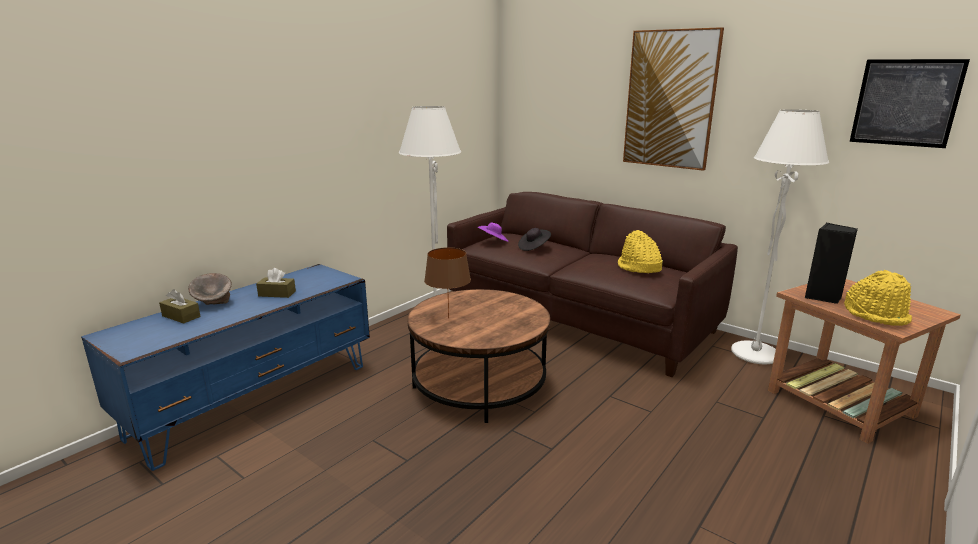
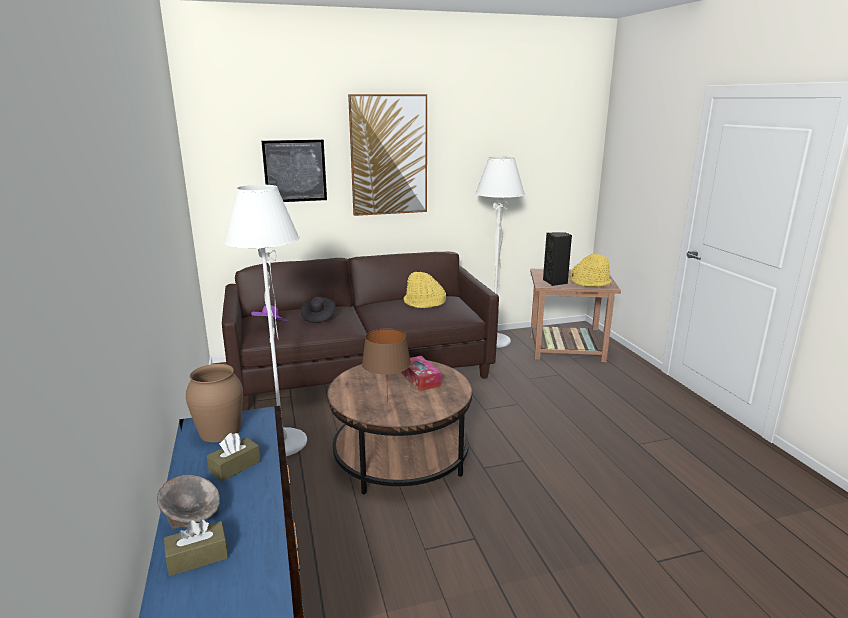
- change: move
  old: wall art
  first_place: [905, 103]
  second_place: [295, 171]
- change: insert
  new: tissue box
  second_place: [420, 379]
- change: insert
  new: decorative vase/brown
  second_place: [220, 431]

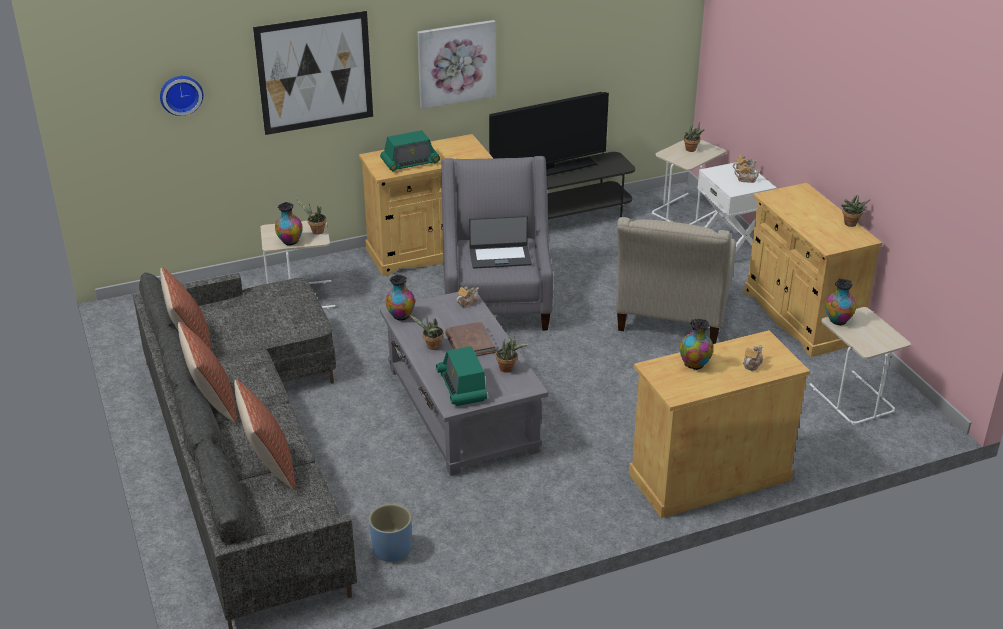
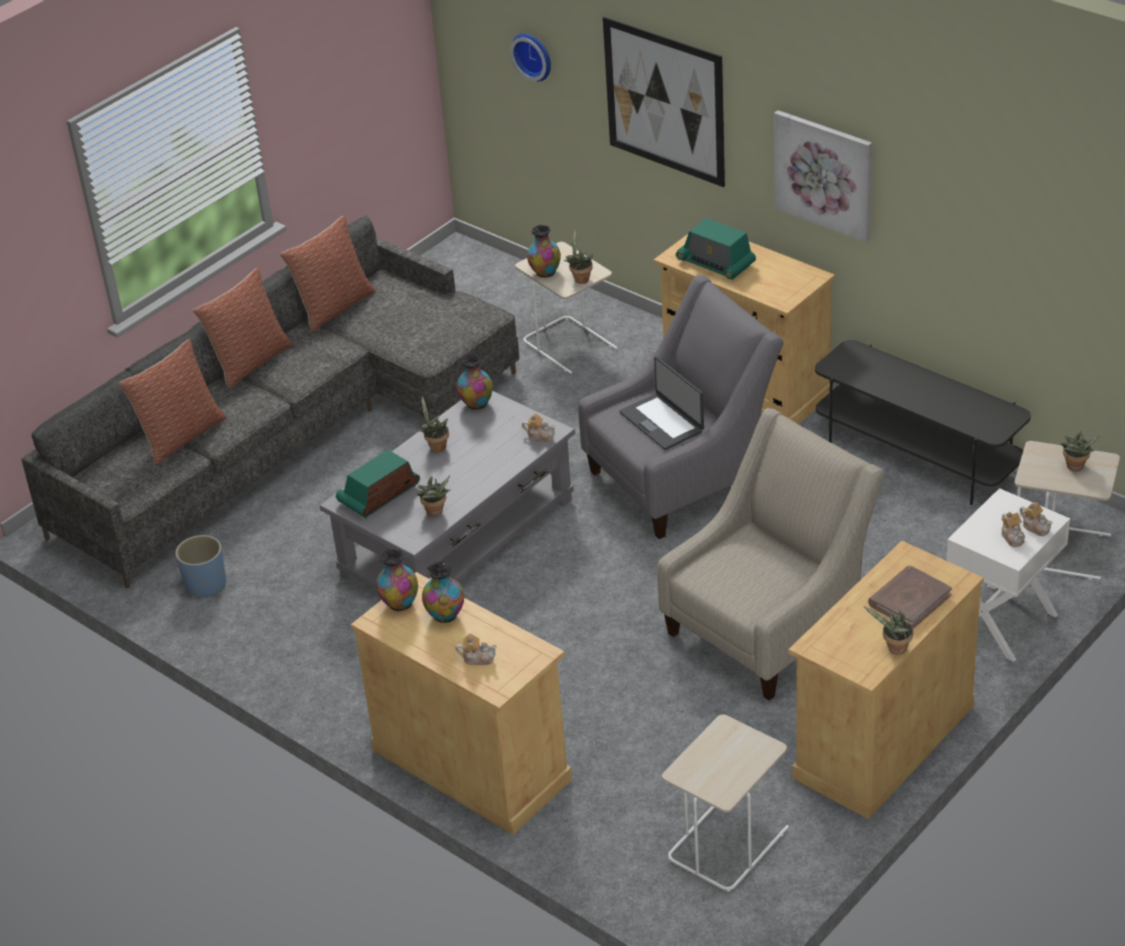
- change: delete
  old: television
  first_place: [547, 171]
- change: rotate
  old: easy chair/sand-coloured
  first_place: [671, 320]
  second_place: [769, 628]
  degrees: 150
- change: move
  old: decorative vase
  first_place: [837, 321]
  second_place: [399, 603]
- change: move
  old: volume/brown
  first_place: [469, 343]
  second_place: [909, 600]

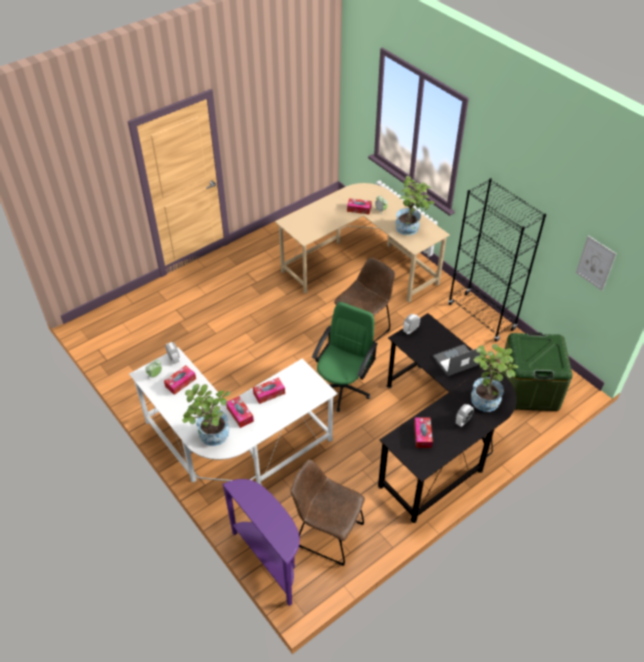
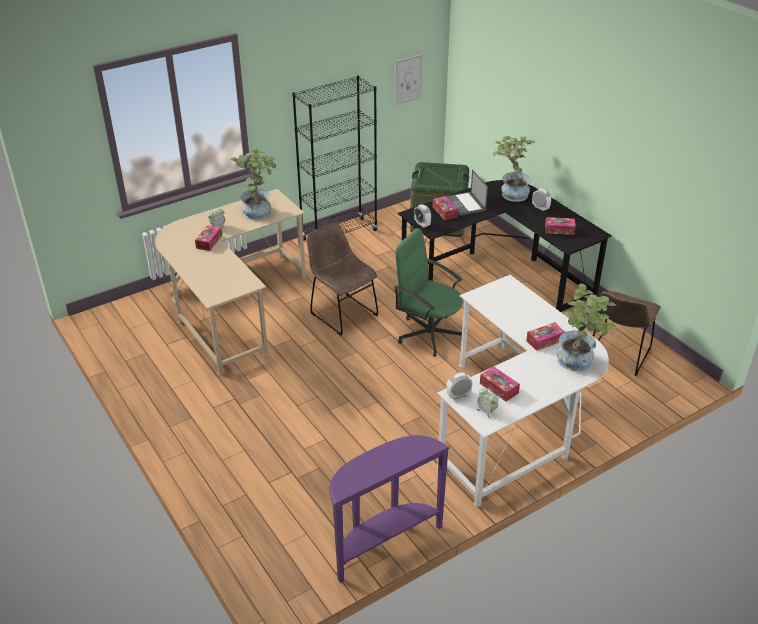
- change: move
  old: tissue box
  first_place: [269, 393]
  second_place: [444, 212]
- change: move
  old: console table/purplish
  first_place: [270, 560]
  second_place: [383, 543]

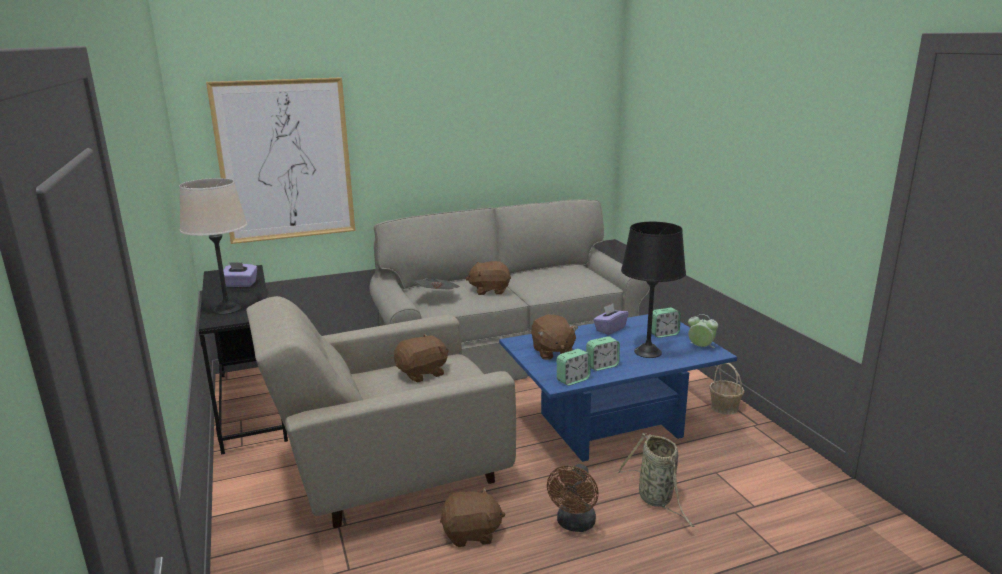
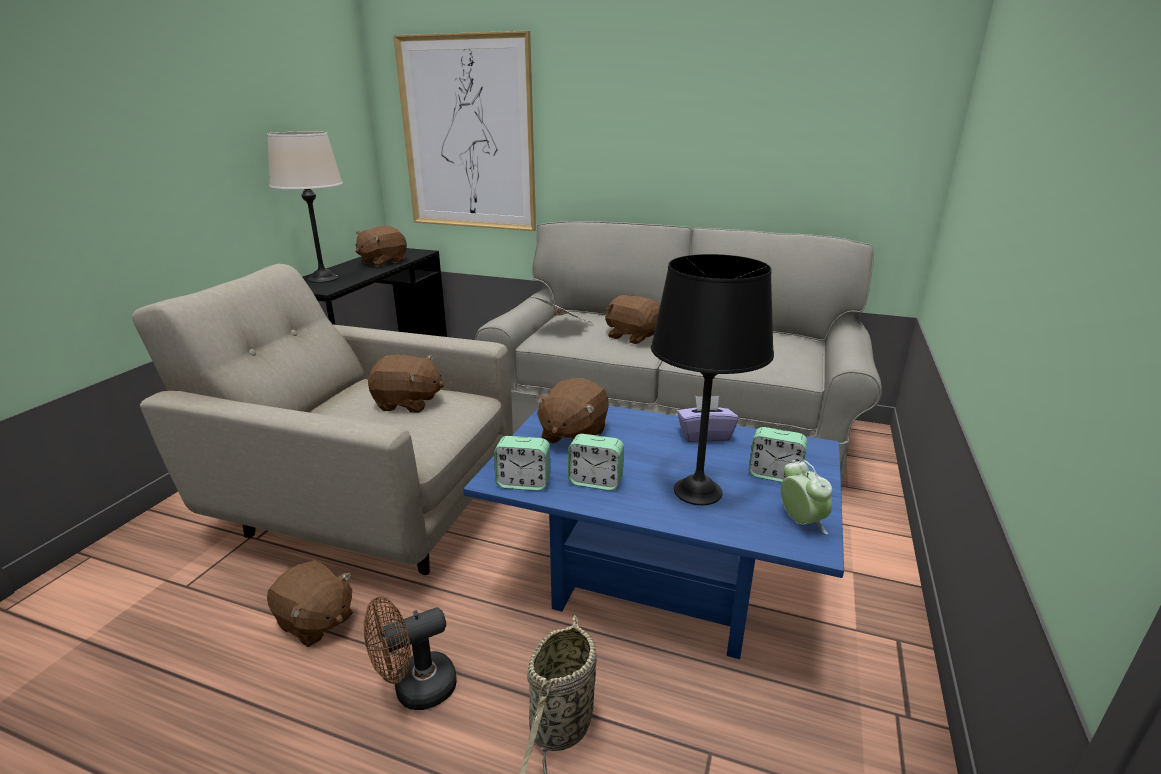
- change: replace
  old: tissue box/purplish
  new: soft toy/brown
  first_place: [240, 284]
  second_place: [382, 262]
- change: delete
  old: storage basket
  first_place: [724, 407]

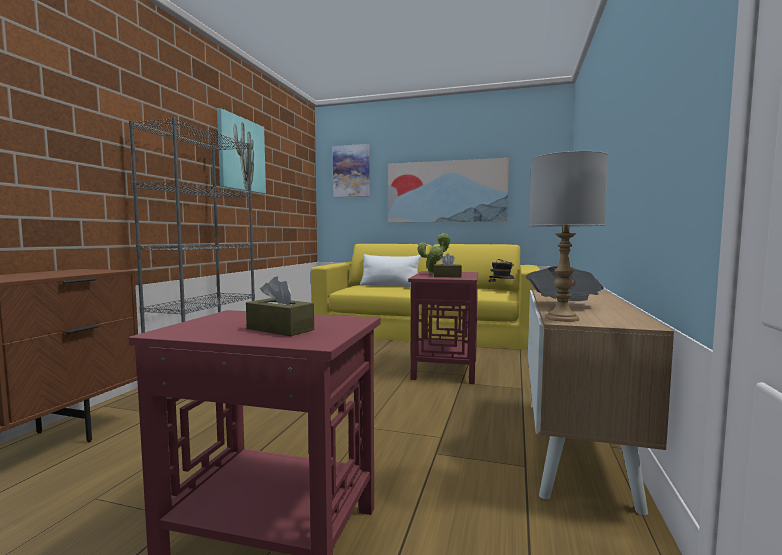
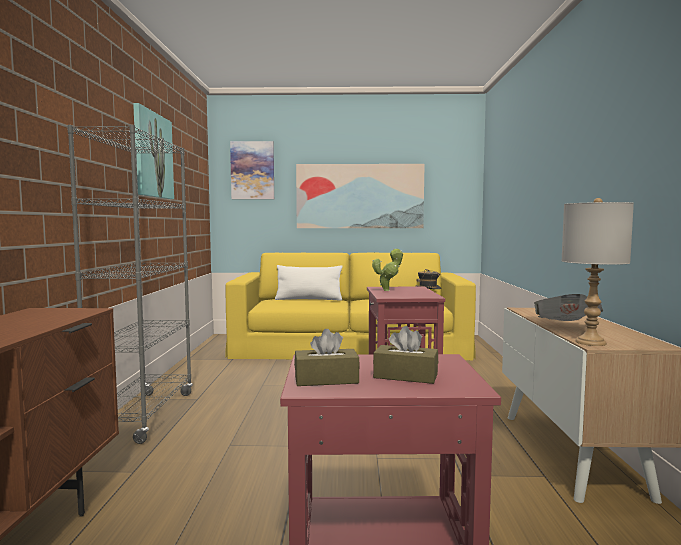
- change: move
  old: tissue box/brown
  first_place: [447, 276]
  second_place: [326, 379]

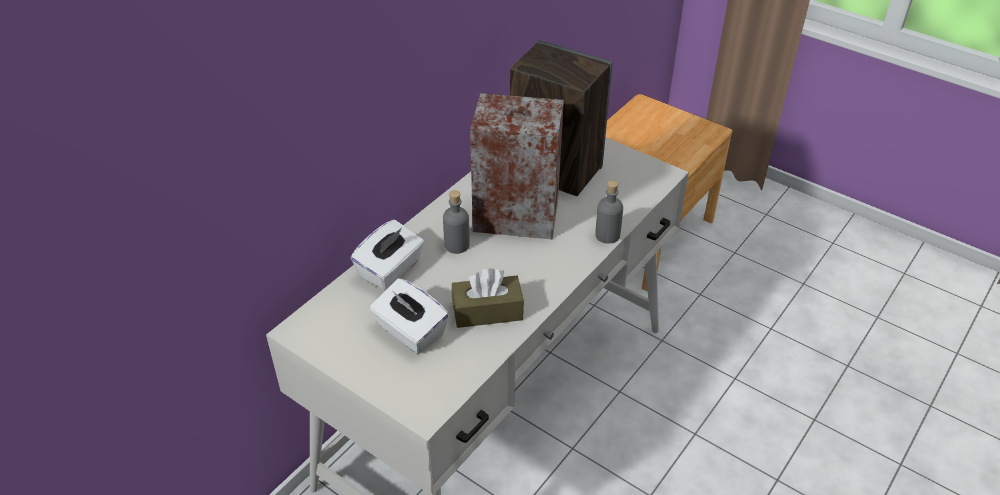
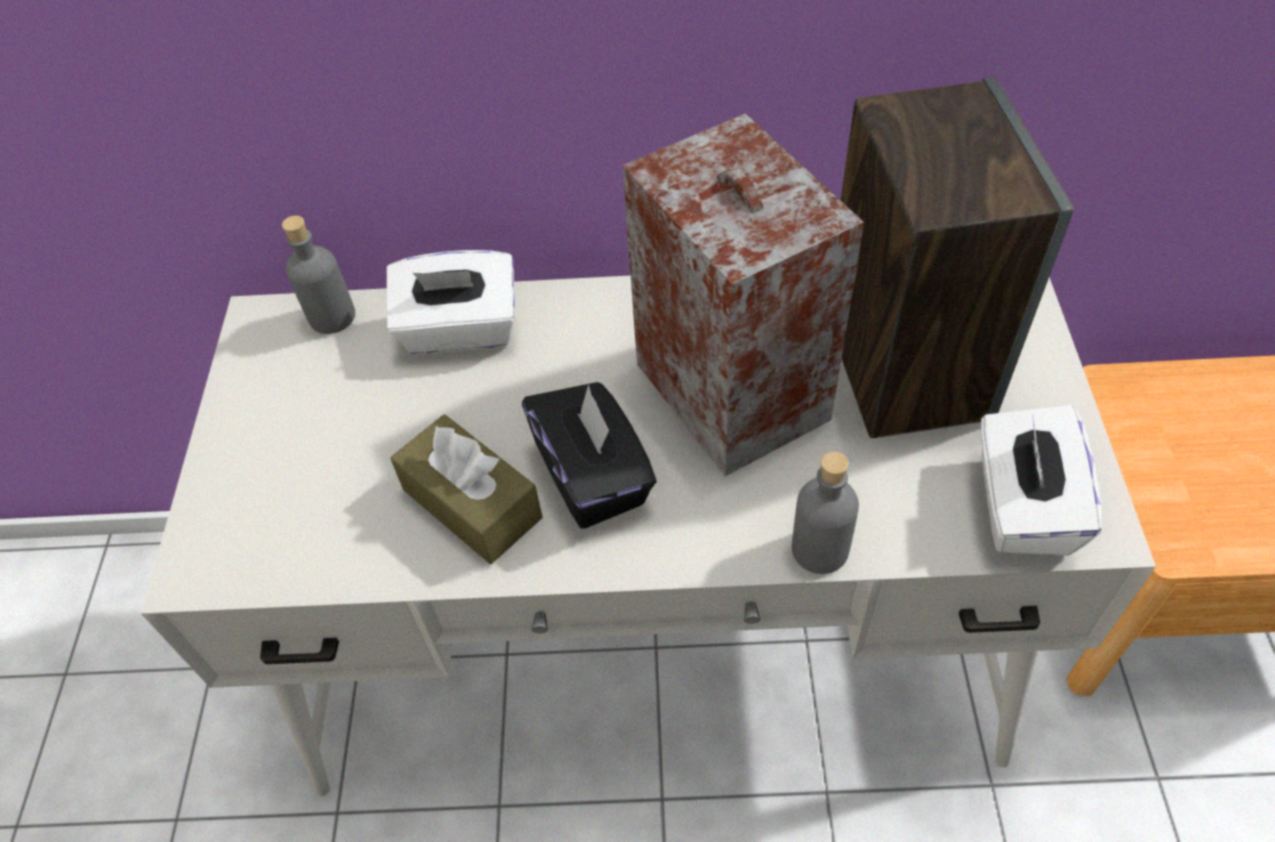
- change: move
  old: bottle/gray
  first_place: [457, 245]
  second_place: [332, 317]
- change: move
  old: tissue box/whitish
  first_place: [410, 332]
  second_place: [1021, 506]
- change: insert
  new: tissue box/blackish
  second_place: [593, 476]

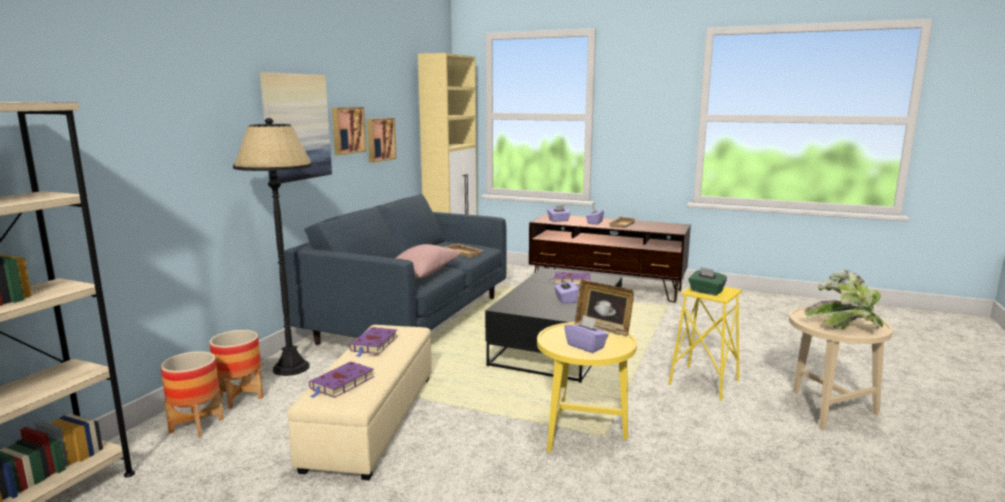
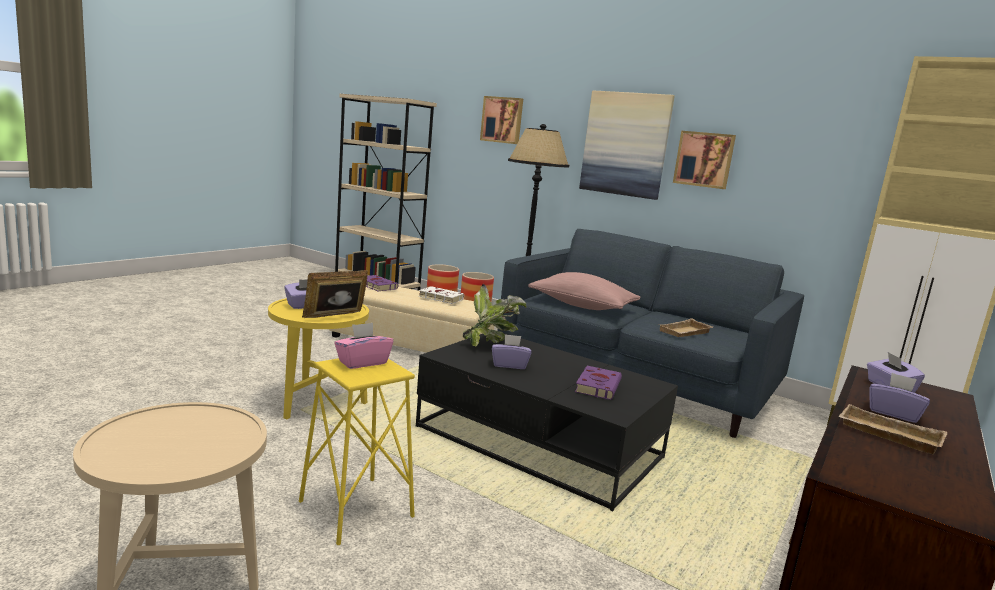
- change: move
  old: wall art
  first_place: [380, 139]
  second_place: [502, 120]
- change: recolor
  old: tissue box/green
  new: tissue box/pink
  first_place: [706, 291]
  second_place: [362, 362]
- change: move
  old: potted plant
  first_place: [844, 327]
  second_place: [490, 343]
- change: recolor
  old: volume/purplish
  new: volume/whitish
  first_place: [374, 344]
  second_place: [439, 298]

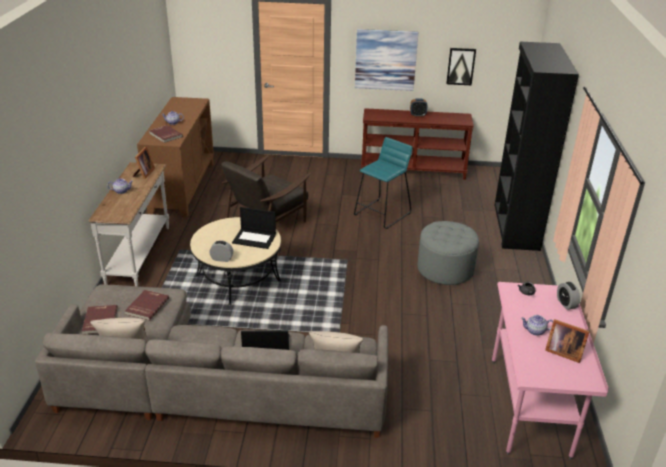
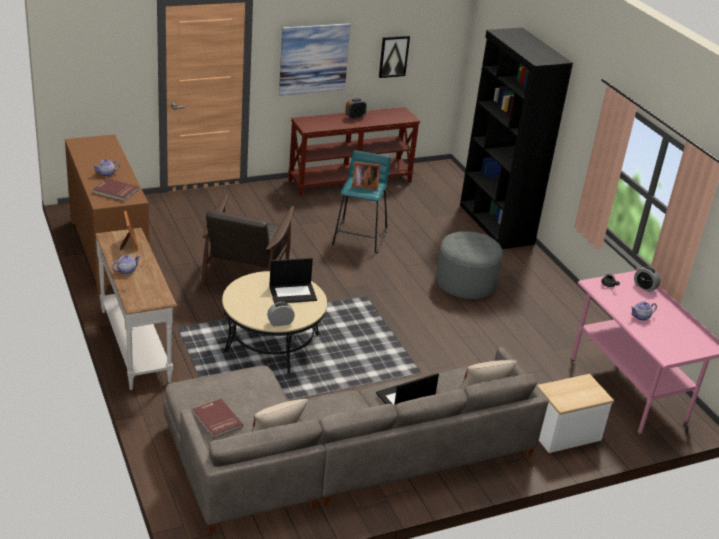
- change: delete
  old: volume/reddish
  first_place: [146, 306]
- change: move
  old: picture frame
  first_place: [562, 351]
  second_place: [364, 185]
- change: insert
  new: side table
  second_place: [564, 433]

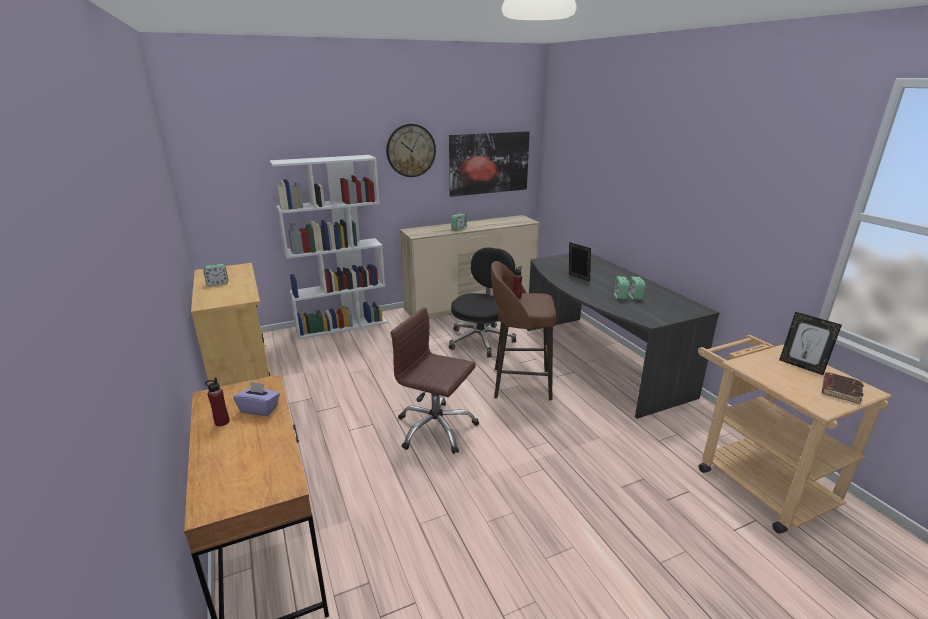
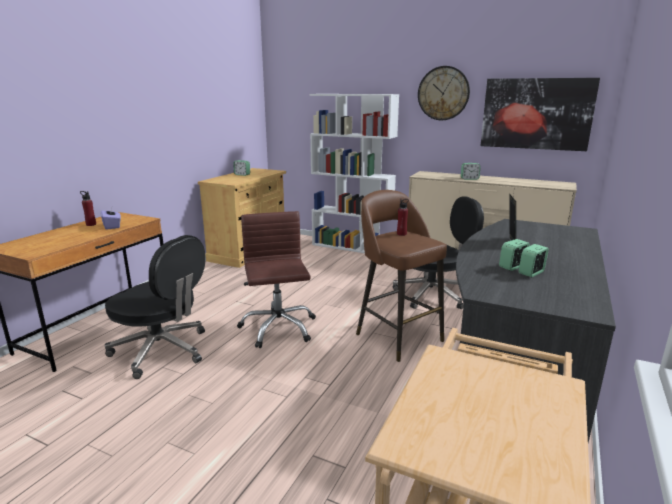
- change: delete
  old: picture frame
  first_place: [801, 366]
- change: delete
  old: volume/brown
  first_place: [840, 390]
- change: insert
  new: office chair/blackish
  second_place: [162, 350]

